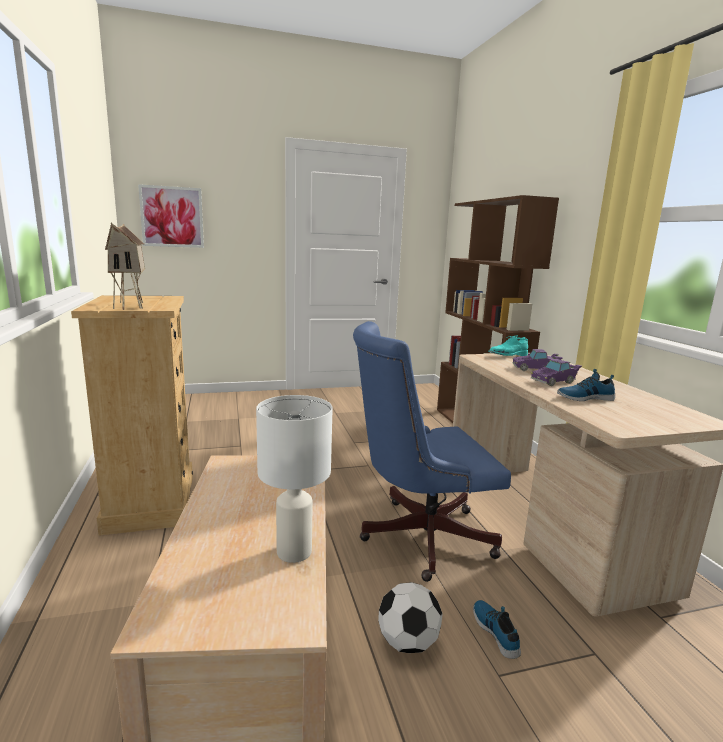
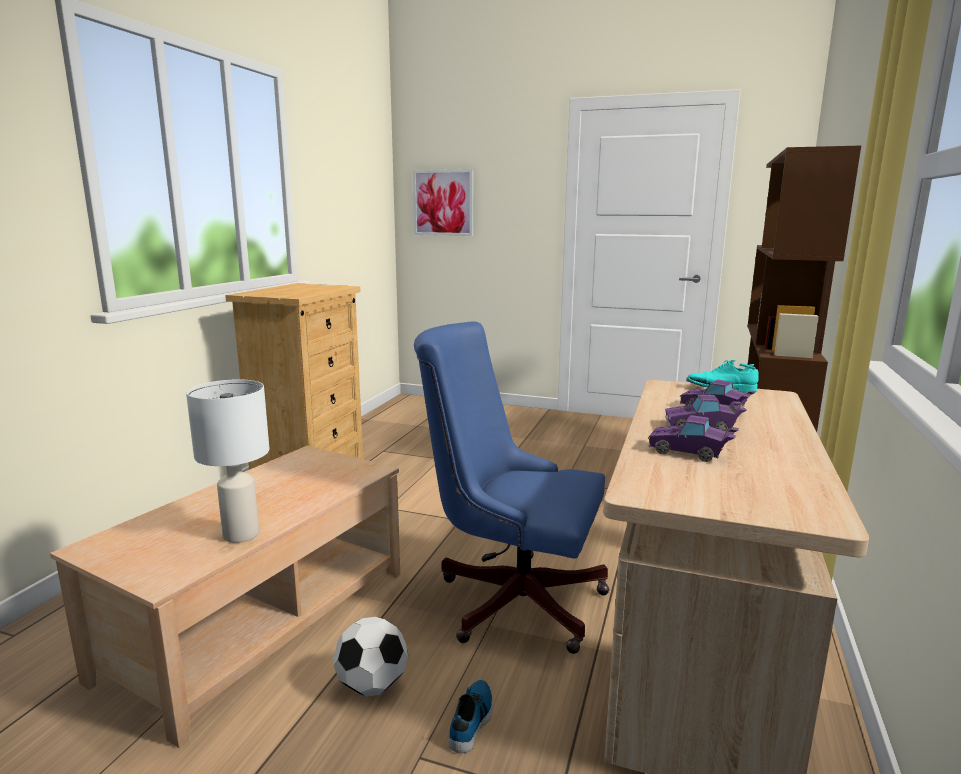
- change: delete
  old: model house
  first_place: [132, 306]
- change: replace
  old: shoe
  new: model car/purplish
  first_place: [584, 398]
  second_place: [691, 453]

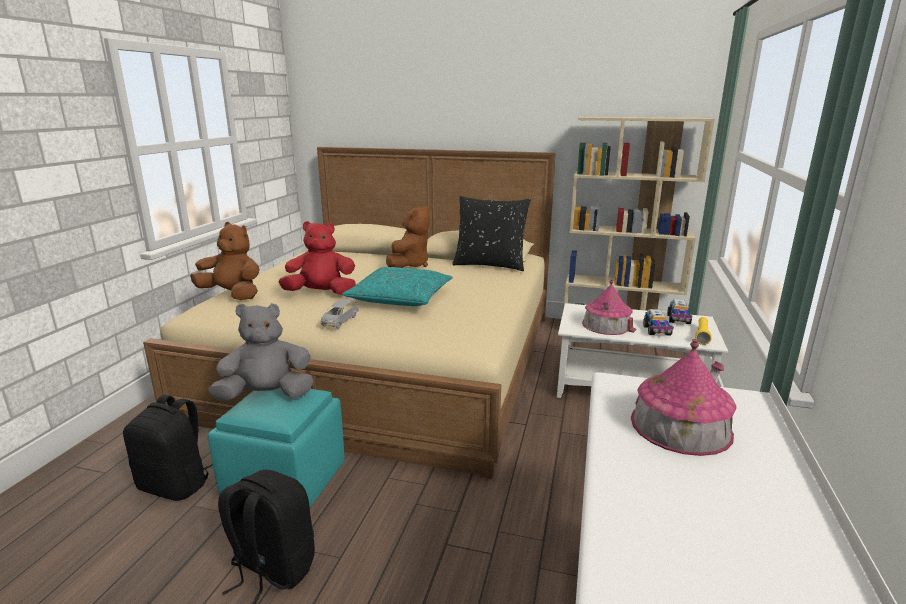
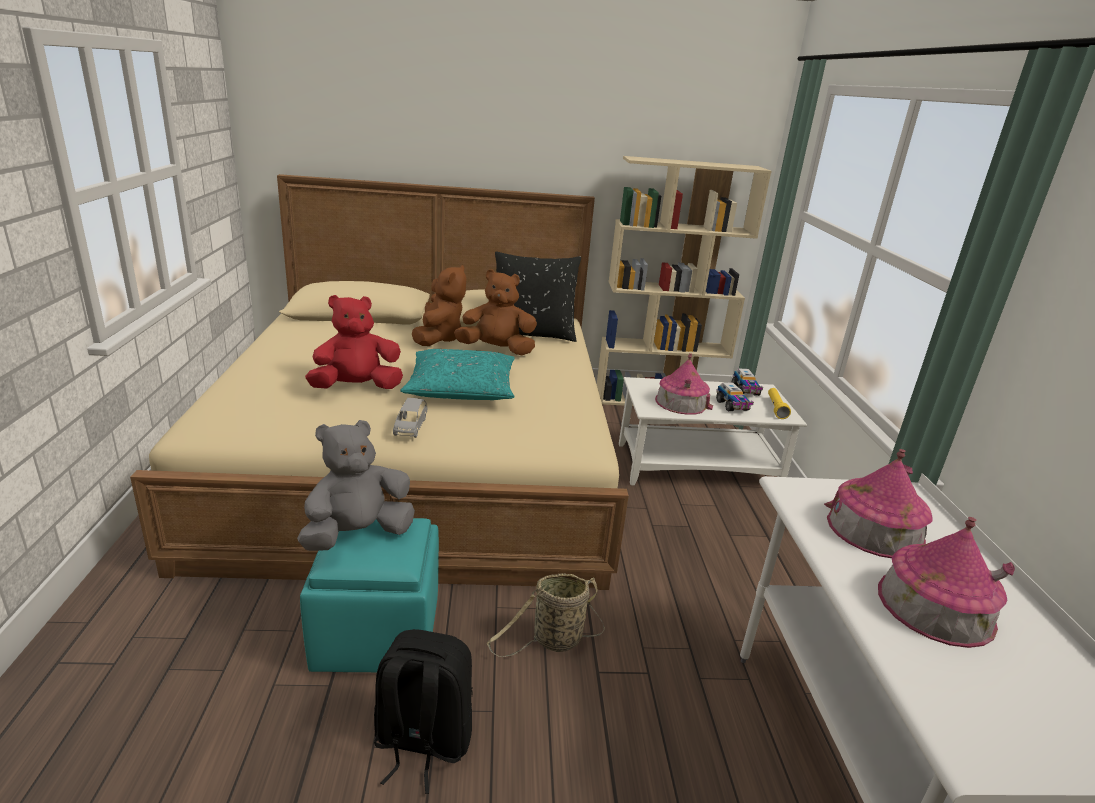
- change: move
  old: soft toy/brown
  first_place: [233, 295]
  second_place: [497, 350]
- change: delete
  old: knapsack/blackish
  first_place: [176, 485]
- change: insert
  new: model house
  second_place: [935, 606]
- change: insert
  new: storage basket
  second_place: [554, 641]

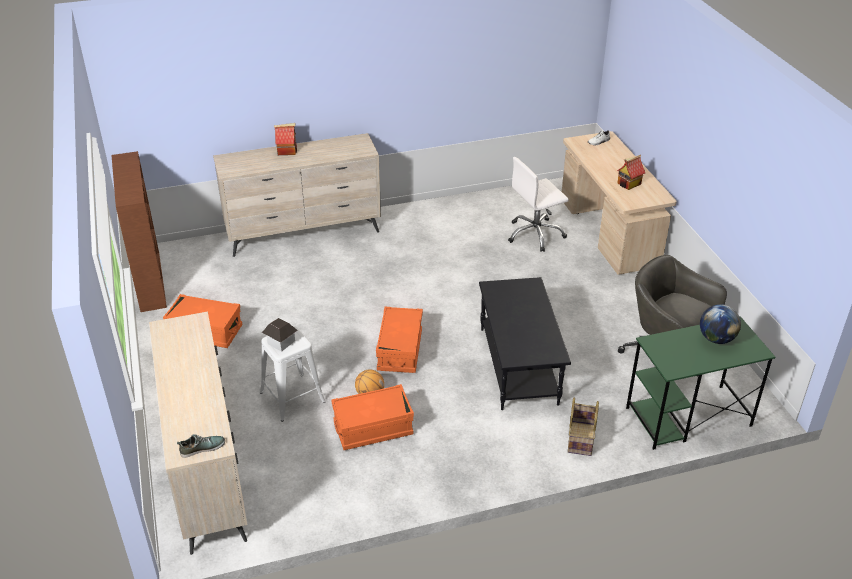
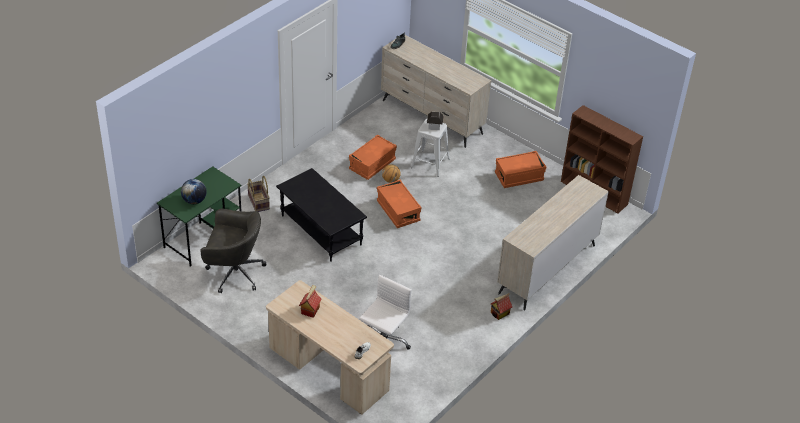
- change: move
  old: model house
  first_place: [287, 151]
  second_place: [500, 313]

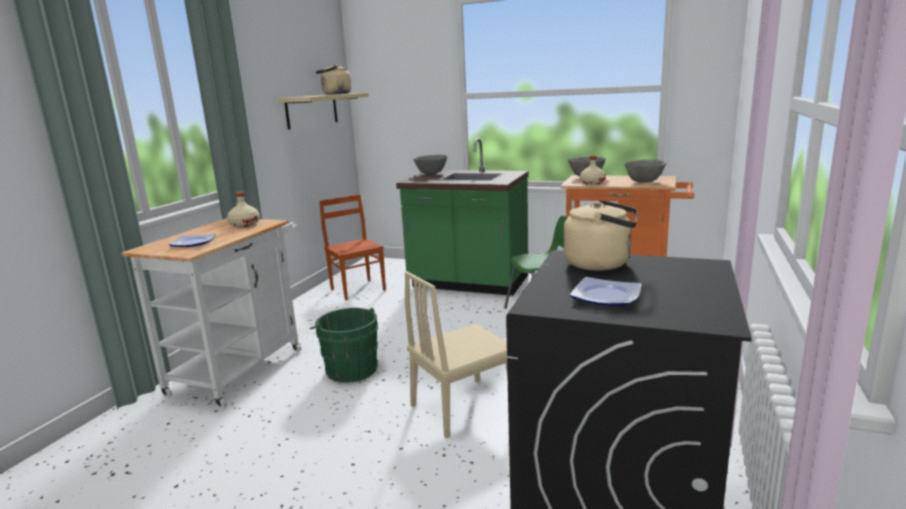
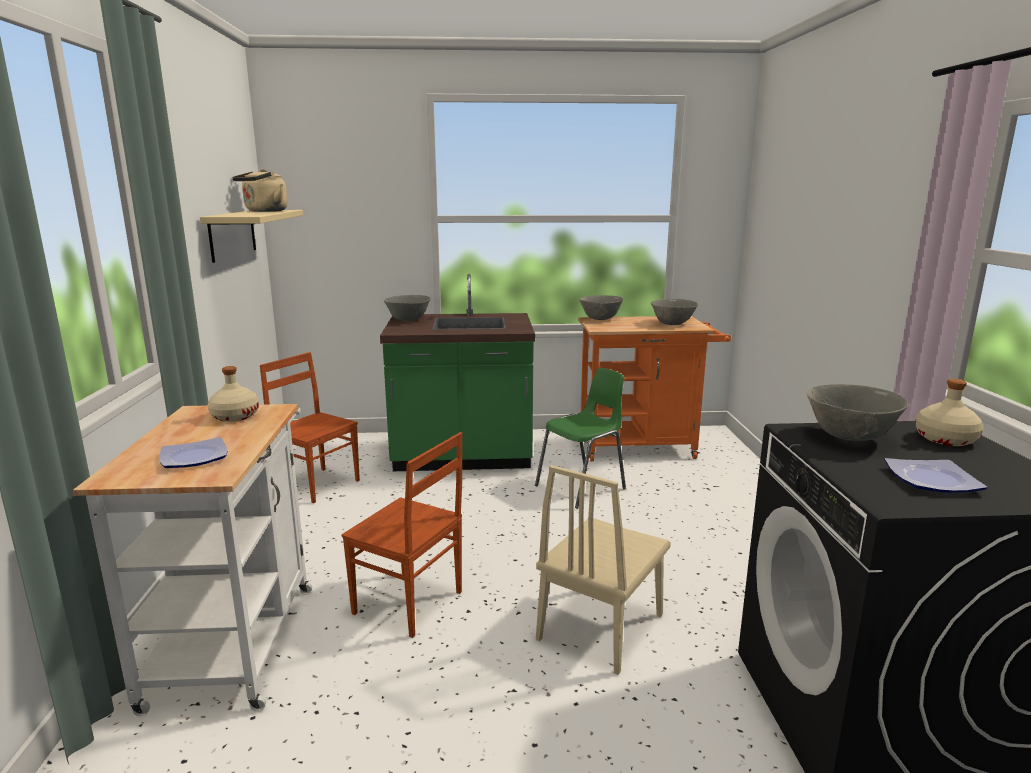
- change: move
  old: bottle/sand-coloured
  first_place: [592, 183]
  second_place: [944, 439]
- change: replace
  old: tea kettle/sand-coloured
  new: serving bowl/gray
  first_place: [601, 264]
  second_place: [850, 437]
- change: replace
  old: water bucket/green
  new: upright chair/brown
  first_place: [350, 368]
  second_place: [408, 604]

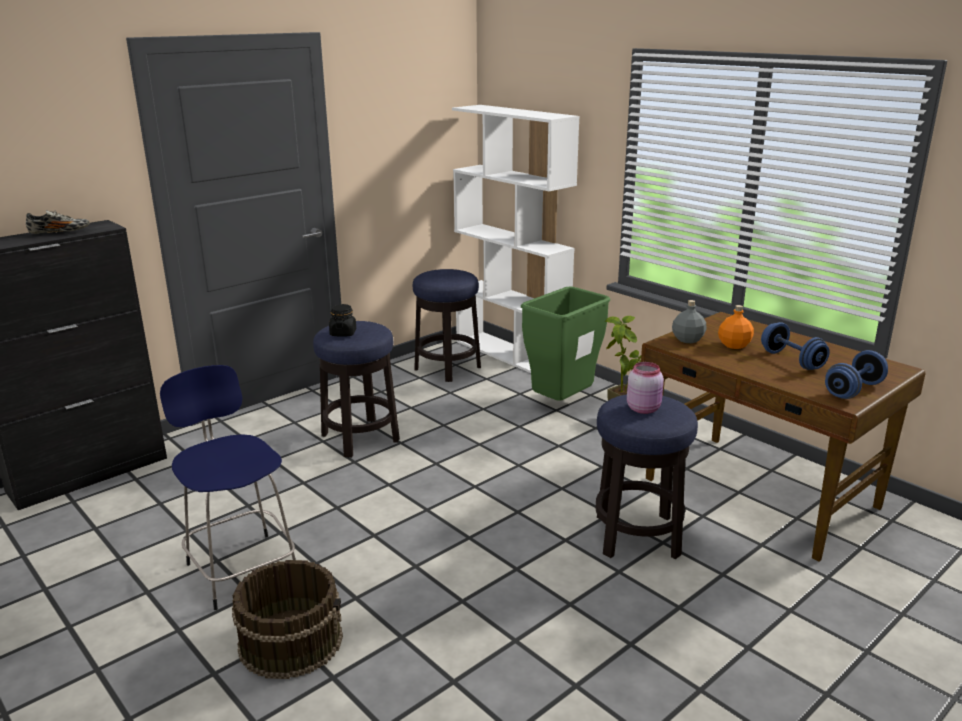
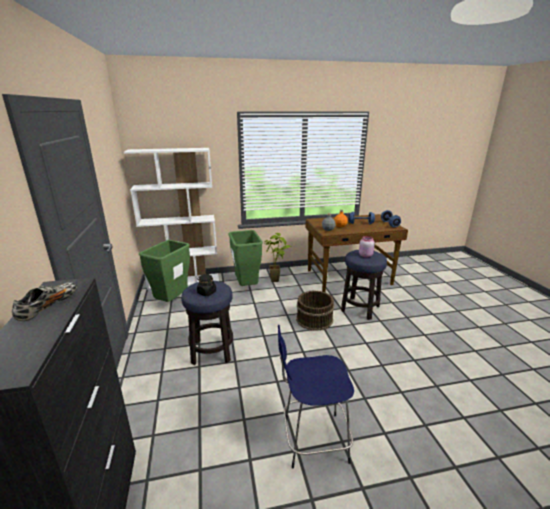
- change: replace
  old: stool seat
  new: trash can/green
  first_place: [447, 368]
  second_place: [172, 301]
- change: move
  old: water bucket/brown
  first_place: [291, 641]
  second_place: [314, 319]

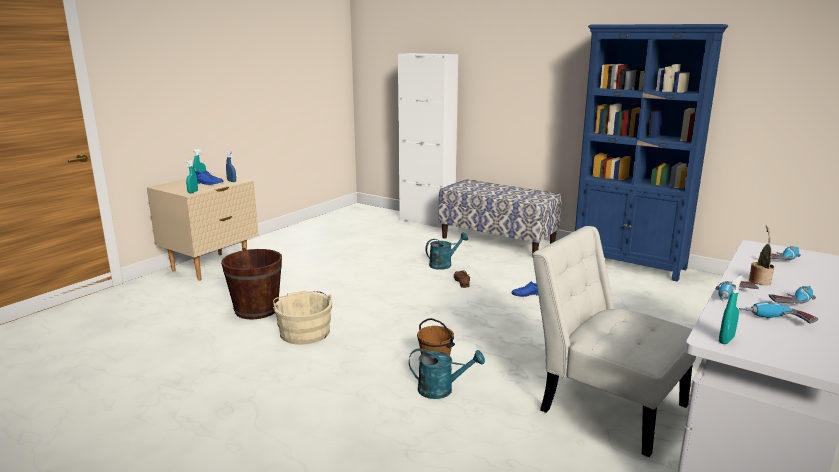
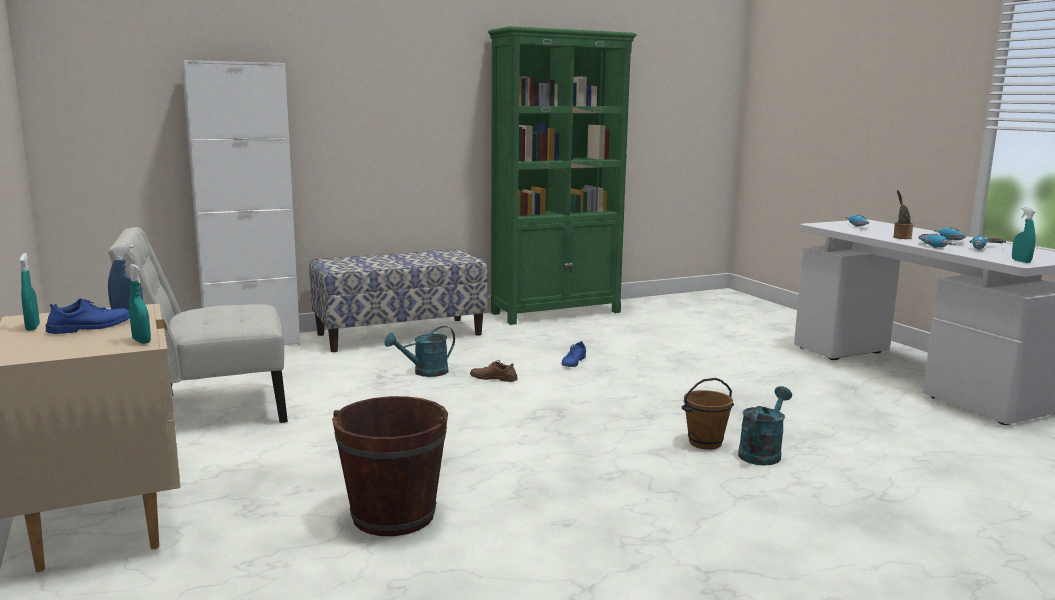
- change: recolor
  old: bookshelf/blue-coloured
  new: bookshelf/green
  first_place: [629, 264]
  second_place: [557, 312]
- change: move
  old: upright chair/whitish
  first_place: [605, 404]
  second_place: [212, 410]
- change: rotate
  old: watering can/turquoise-coloured
  first_place: [444, 264]
  second_place: [425, 372]
  degrees: -120
- change: delete
  old: water bucket/sand-coloured
  first_place: [304, 331]

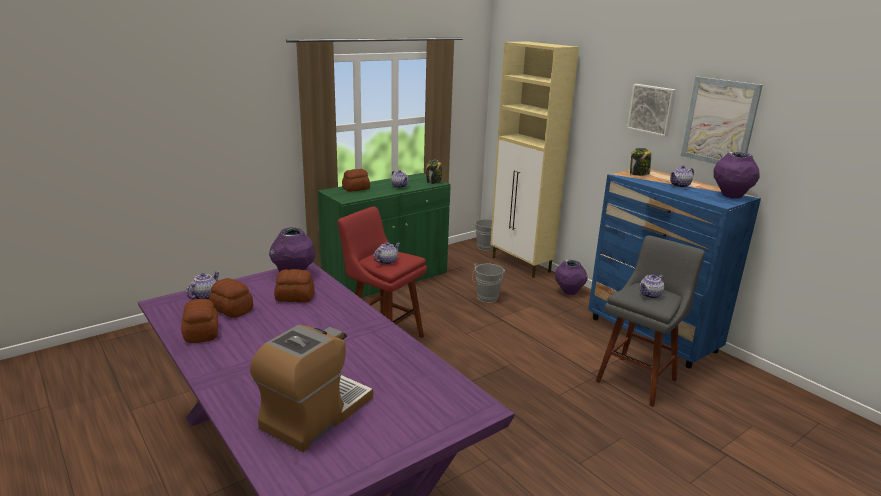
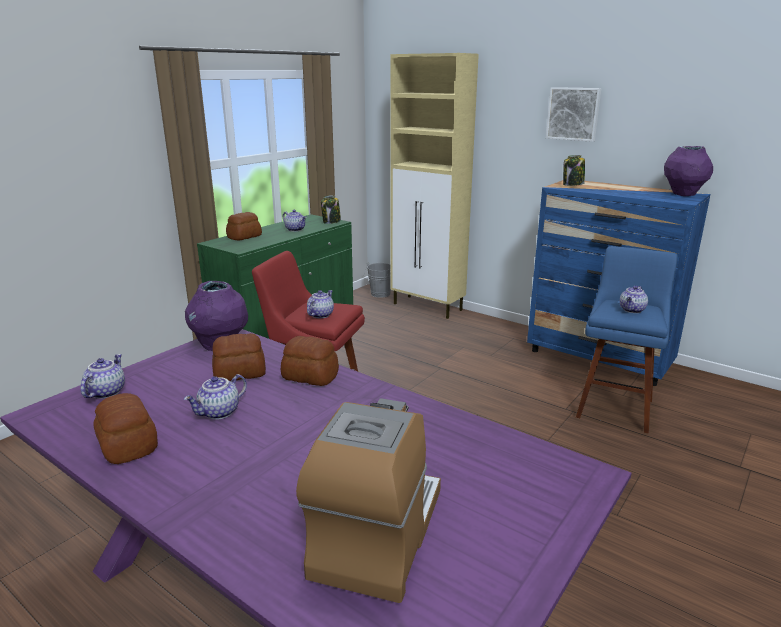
- change: delete
  old: wall art
  first_place: [719, 122]
- change: move
  old: tea pot
  first_place: [680, 186]
  second_place: [219, 413]
- change: recolor
  old: stool seat/gray
  new: stool seat/blue-coloured
  first_place: [638, 379]
  second_place: [615, 406]
- change: delete
  old: decorative vase/purplish
  first_place: [569, 292]
- change: delete
  old: water bucket/gray
  first_place: [486, 298]
- change: move
  old: bread
  first_place: [232, 309]
  second_place: [310, 376]

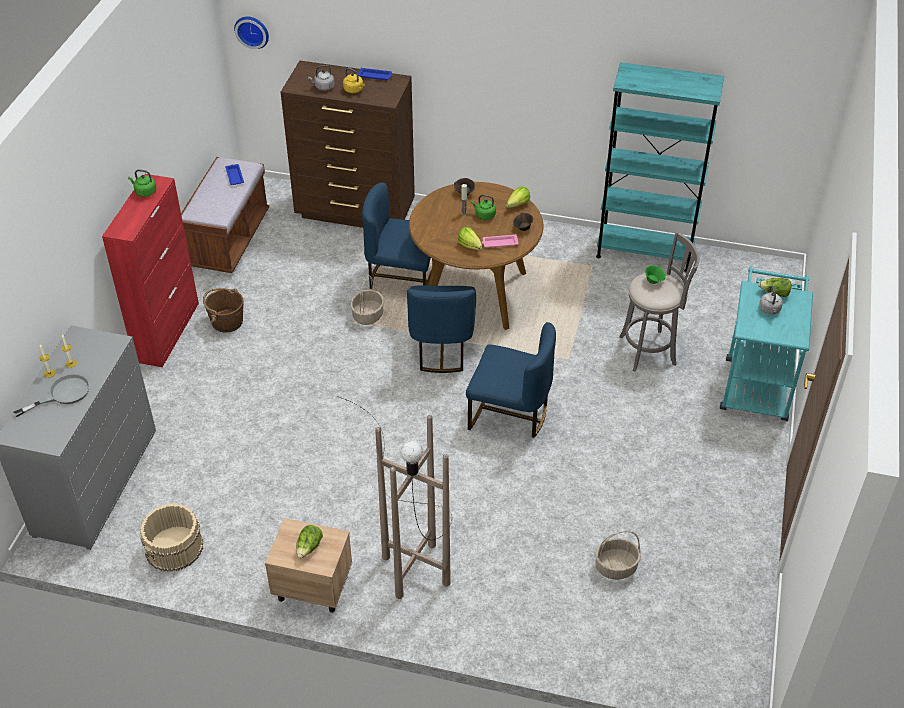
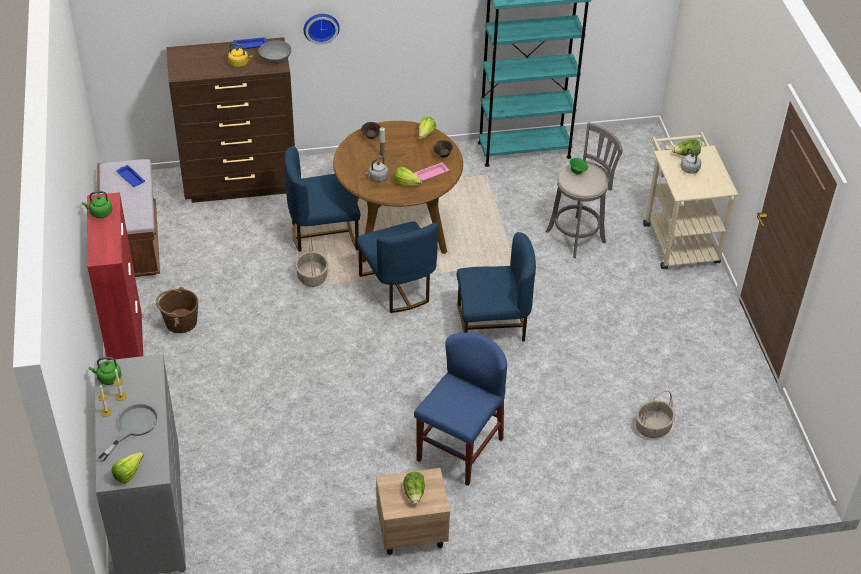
- change: move
  old: wall clock
  first_place: [252, 31]
  second_place: [321, 27]
- change: move
  old: tea kettle/gray
  first_place: [323, 87]
  second_place: [377, 178]
- change: move
  old: tea kettle/green
  first_place: [484, 215]
  second_place: [108, 378]
- change: recolor
  old: trolley/turquoise-coloured
  new: trolley/sand-coloured
  first_place: [756, 382]
  second_place: [678, 238]
- change: replace
  old: standing lamp/brown
  new: upright chair/blue-coloured
  first_place: [407, 523]
  second_place: [460, 449]
- change: delete
  old: water bucket/sand-coloured
  first_place: [174, 548]
- change: insert
  new: serving bowl/gray
  second_place: [276, 59]
- change: insert
  new: lettuce
  second_place: [131, 472]

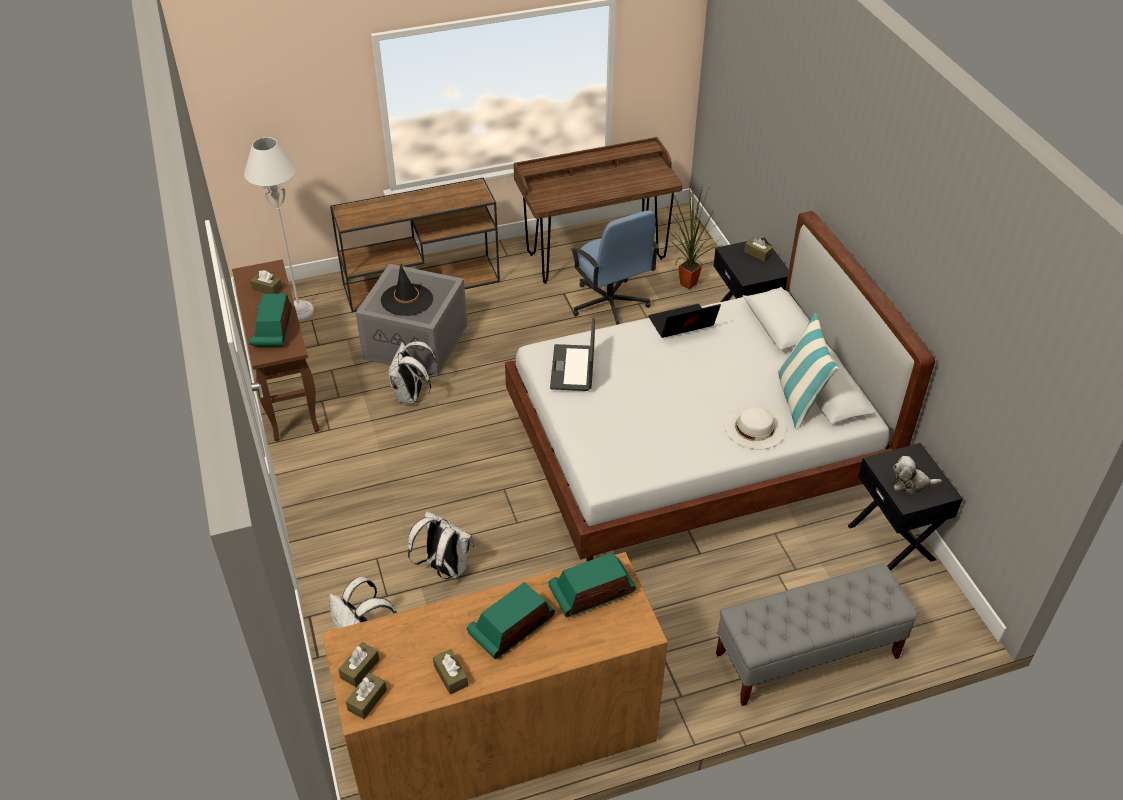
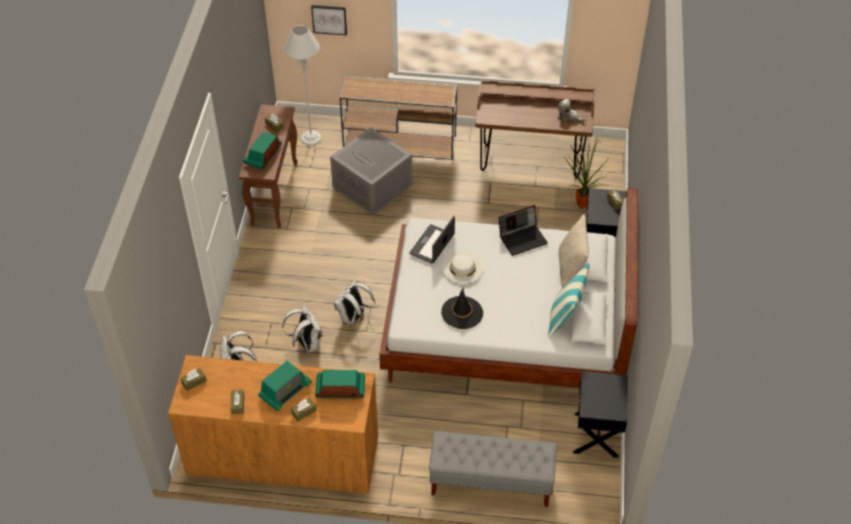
- change: delete
  old: office chair/blue-coloured
  first_place: [609, 304]
- change: move
  old: wearable hat/blackish
  first_place: [407, 300]
  second_place: [462, 312]
- change: rotate
  old: portable computer
  first_place: [681, 325]
  second_place: [522, 238]
  degrees: 150
- change: move
  old: knapsack/whitish
  first_place: [412, 396]
  second_place: [353, 317]
- change: move
  old: wearable hat/whitish
  first_place: [755, 427]
  second_place: [462, 267]
- change: move
  old: soft toy
  first_place: [911, 483]
  second_place: [568, 117]
- change: rotate
  old: radio receiver
  first_place: [511, 627]
  second_place: [285, 391]
  degrees: 150
- change: move
  old: tissue box/brown
  first_place: [367, 700]
  second_place: [304, 412]
- change: insert
  new: wall art
  second_place: [329, 19]
- change: insert
  new: throw pillow/sand-coloured
  second_place: [571, 268]

